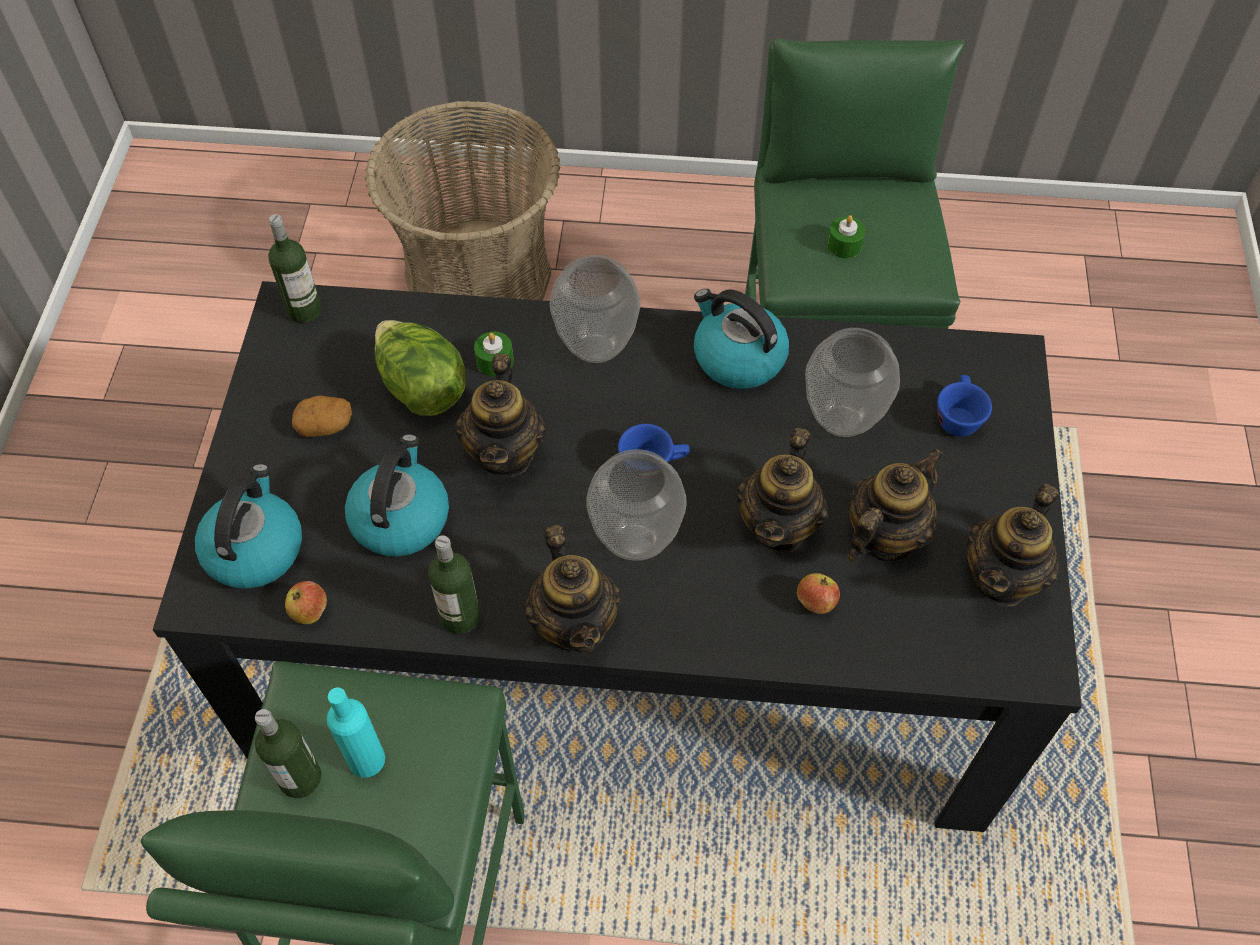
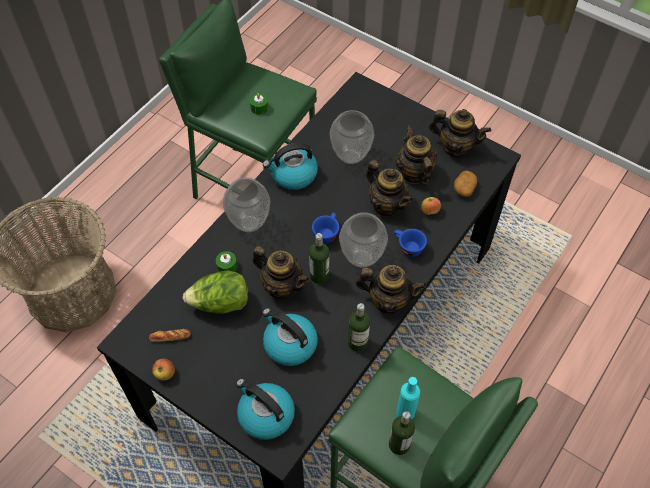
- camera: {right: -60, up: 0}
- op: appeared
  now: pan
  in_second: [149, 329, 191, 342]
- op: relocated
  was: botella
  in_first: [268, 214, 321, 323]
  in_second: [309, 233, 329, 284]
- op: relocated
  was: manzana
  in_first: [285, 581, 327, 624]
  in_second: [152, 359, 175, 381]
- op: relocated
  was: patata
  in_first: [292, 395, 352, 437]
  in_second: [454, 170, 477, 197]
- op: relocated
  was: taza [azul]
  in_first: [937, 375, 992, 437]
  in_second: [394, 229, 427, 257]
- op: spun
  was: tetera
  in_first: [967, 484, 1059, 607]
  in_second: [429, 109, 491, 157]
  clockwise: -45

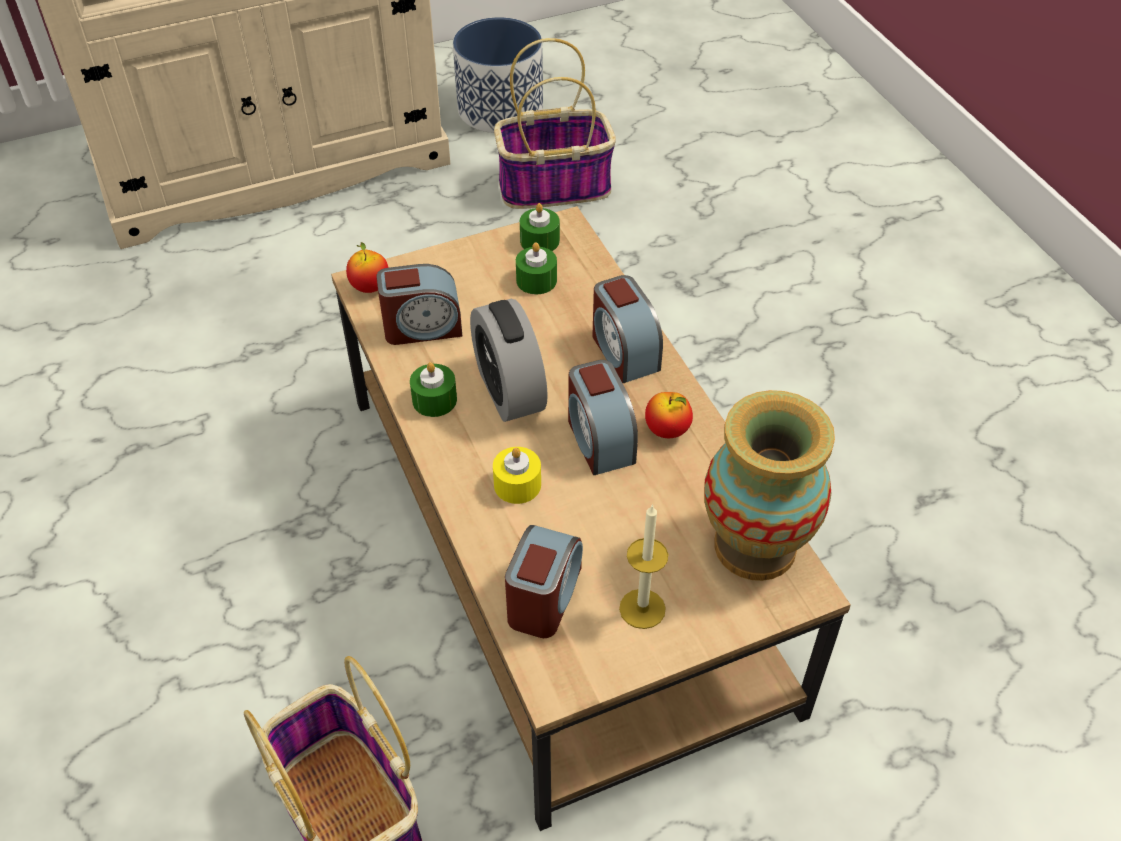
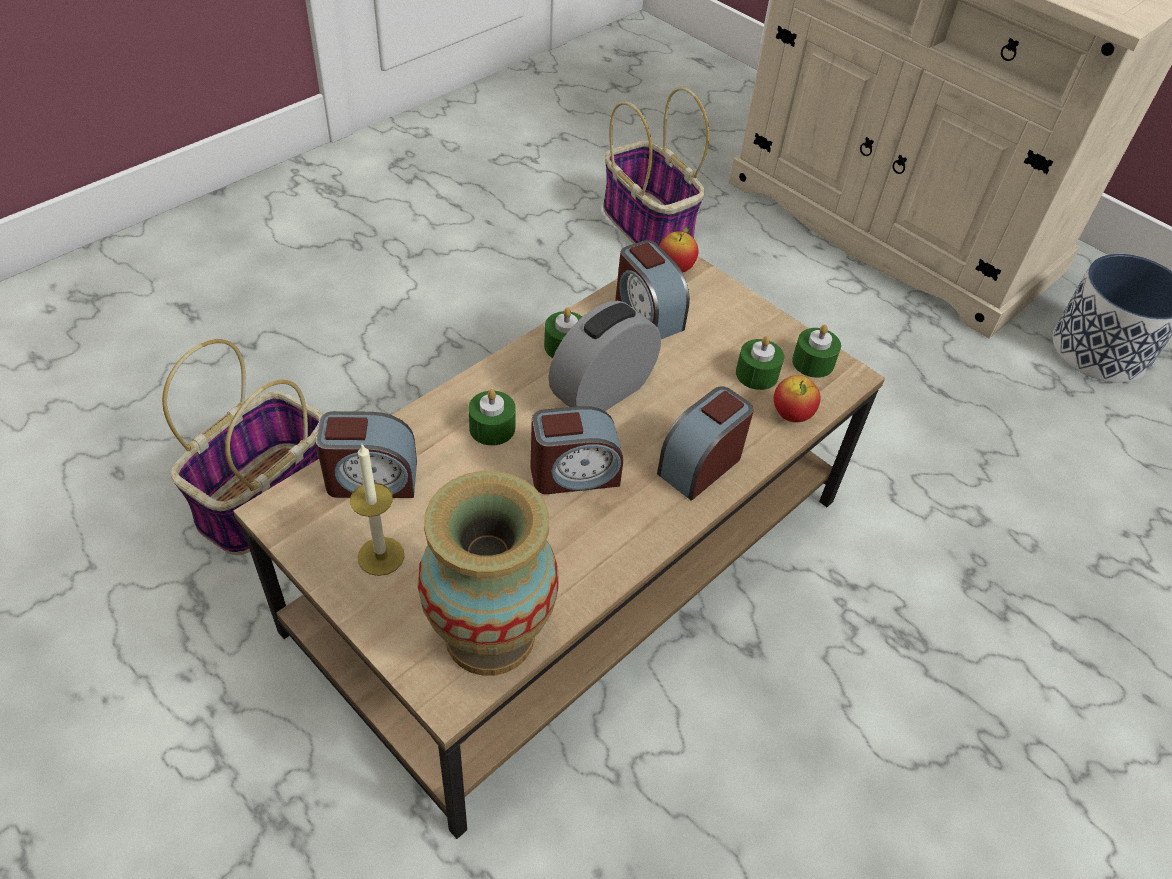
- camera: {right: 65, up: 0}
- op: relocated
  was: cesta
  in_first: [494, 38, 616, 209]
  in_second: [603, 87, 709, 245]
- op: relocated
  was: manzana
  in_first: [645, 392, 693, 438]
  in_second: [774, 375, 820, 422]
- op: colour
  was: vela [amarillo]
  now: vela [verde]
  in_first: [493, 447, 541, 504]
  in_second: [468, 389, 516, 446]
- op: spun
  was: despertador
  in_first: [568, 360, 638, 475]
  in_second: [530, 406, 623, 494]
  clockwise: -150

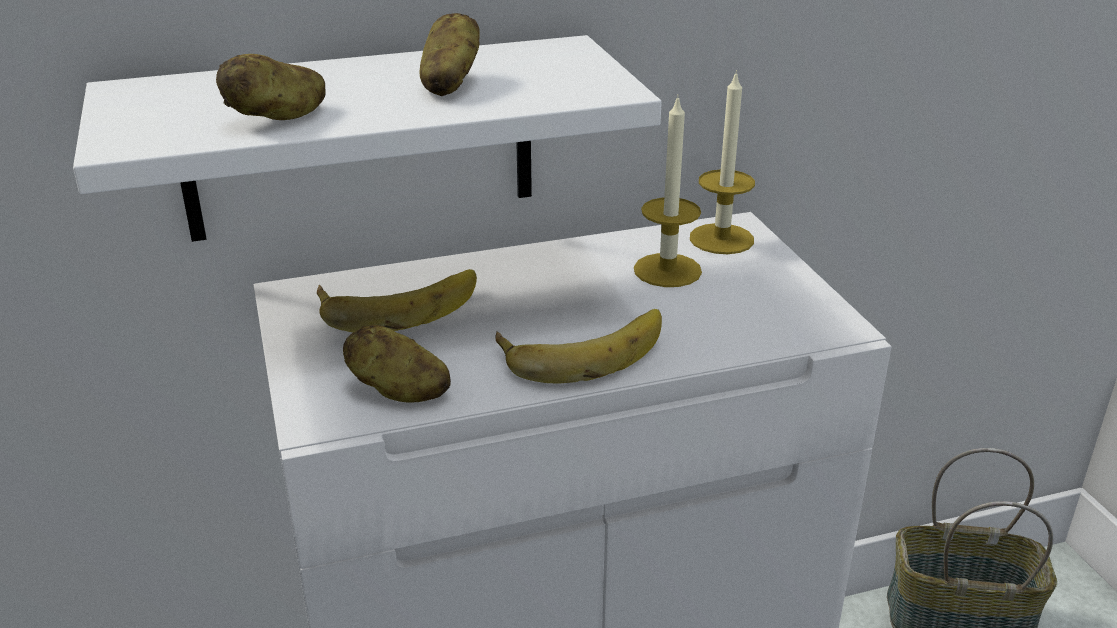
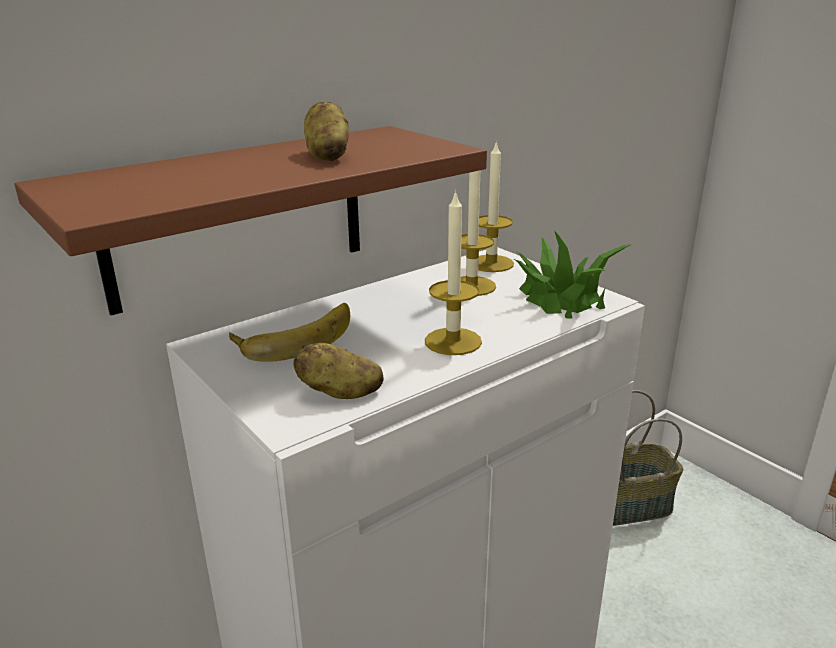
- camera: {right: -20, up: -5}
- op: missing
  was: patata
  in_first: [216, 54, 326, 120]
- op: appeared
  now: planta en maceta
  in_second: [514, 230, 632, 318]
- op: exchanged
  was: plátano
  now: vela
  in_first: [496, 309, 662, 384]
  in_second: [425, 190, 482, 355]
- op: colour
  was: estante [blanco]
  now: estante [marrón]
  in_first: [73, 35, 662, 242]
  in_second: [15, 126, 487, 315]

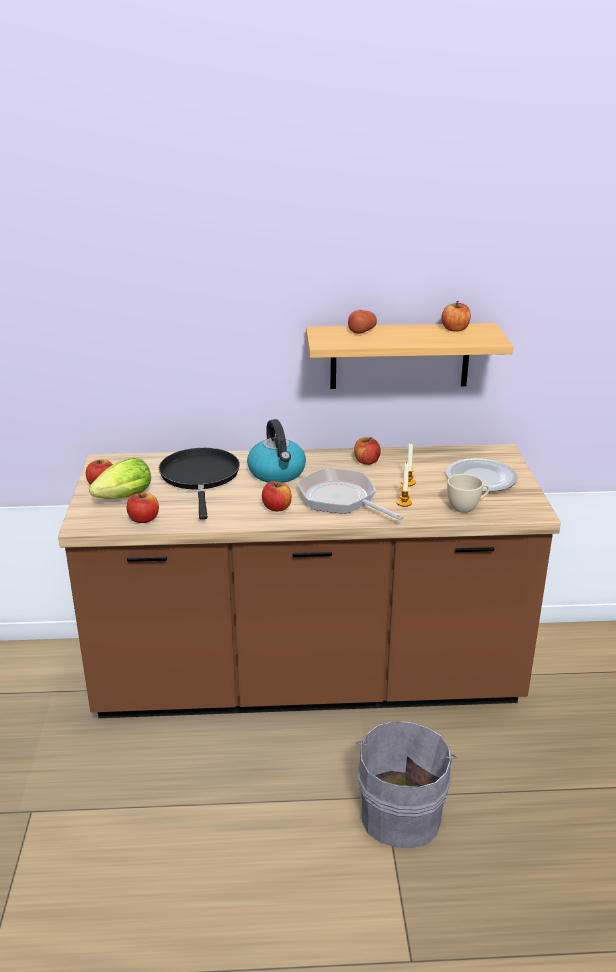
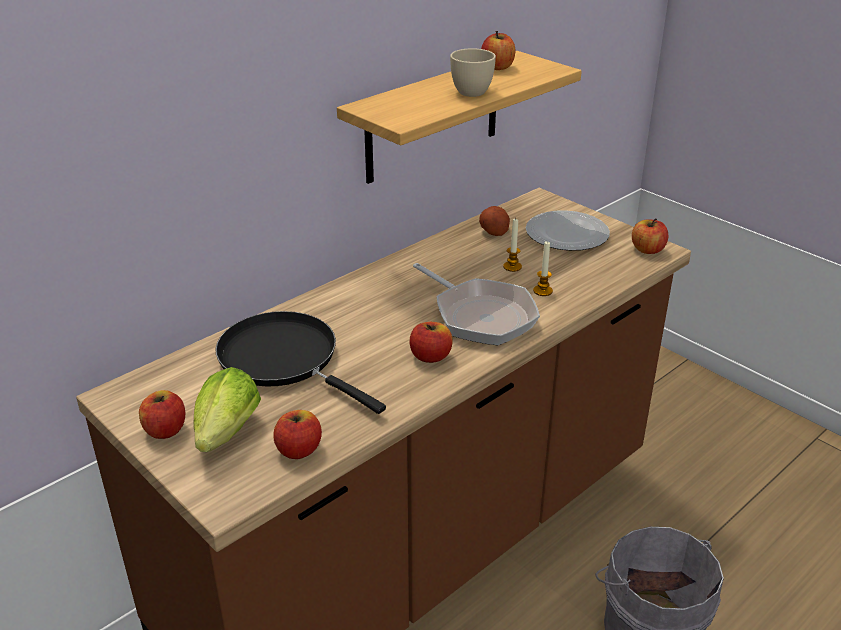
- camera: {right: -40, up: 5}
- op: missing
  was: hervidor
  in_first: [247, 419, 306, 483]
- op: relocated
  was: patata
  in_first: [348, 310, 377, 334]
  in_second: [479, 206, 510, 236]
- op: relocated
  was: manzana
  in_first: [354, 437, 381, 465]
  in_second: [632, 218, 669, 254]
- op: relocated
  was: taza [beis]
  in_first: [447, 474, 490, 513]
  in_second: [450, 48, 496, 97]
- op: spun
  was: sartén
  in_first: [297, 468, 404, 521]
  in_second: [413, 263, 540, 345]
  clockwise: -135

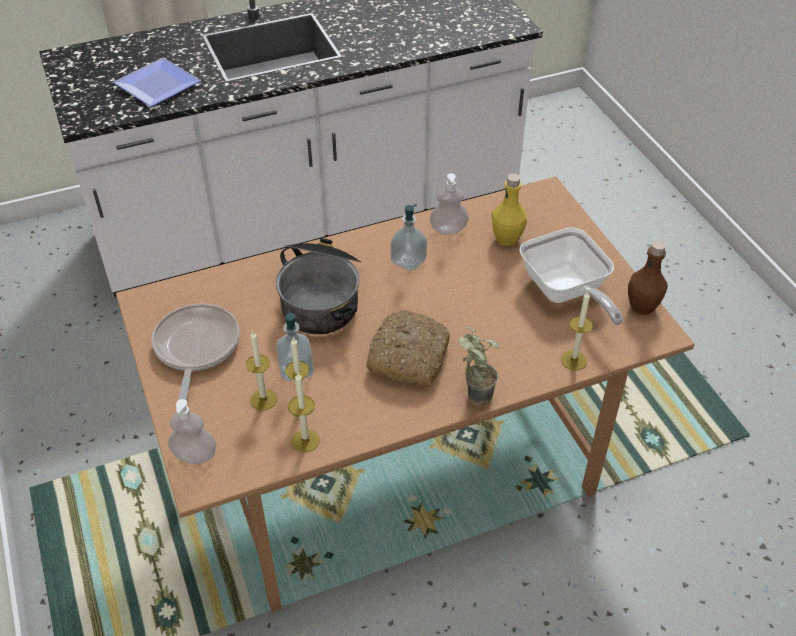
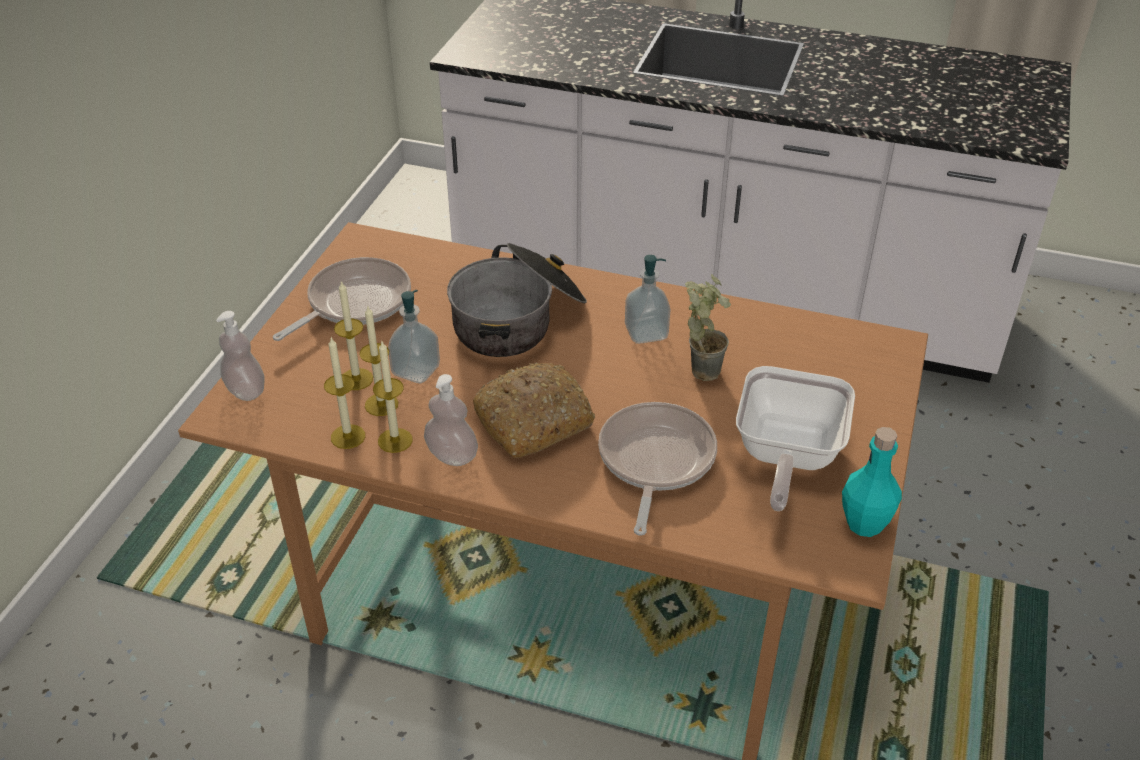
- camera: {right: 40, up: -5}
- op: missing
  was: plato
  in_first: [113, 58, 201, 107]
- op: missing
  was: botella [amarillo]
  in_first: [492, 173, 527, 246]
- op: appeared
  now: sartén
  in_second: [598, 402, 717, 536]
- op: relocated
  was: dispensador de jabón
  in_first: [430, 173, 469, 235]
  in_second: [424, 374, 478, 466]
- op: relocated
  was: planta en maceta
  in_first: [459, 326, 499, 406]
  in_second: [685, 274, 731, 381]
- op: relocated
  was: vela
  in_first: [561, 292, 593, 370]
  in_second: [373, 342, 413, 453]
- op: colour
  was: botella [marrón]
  now: botella [turquesa]
  in_first: [628, 240, 668, 315]
  in_second: [842, 427, 902, 537]

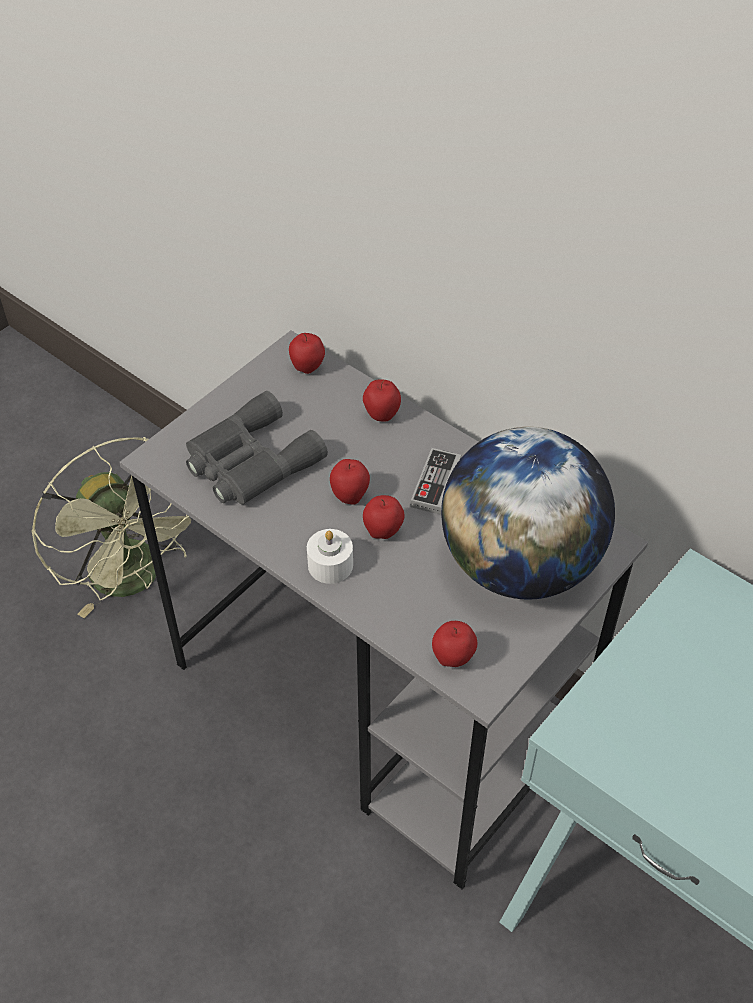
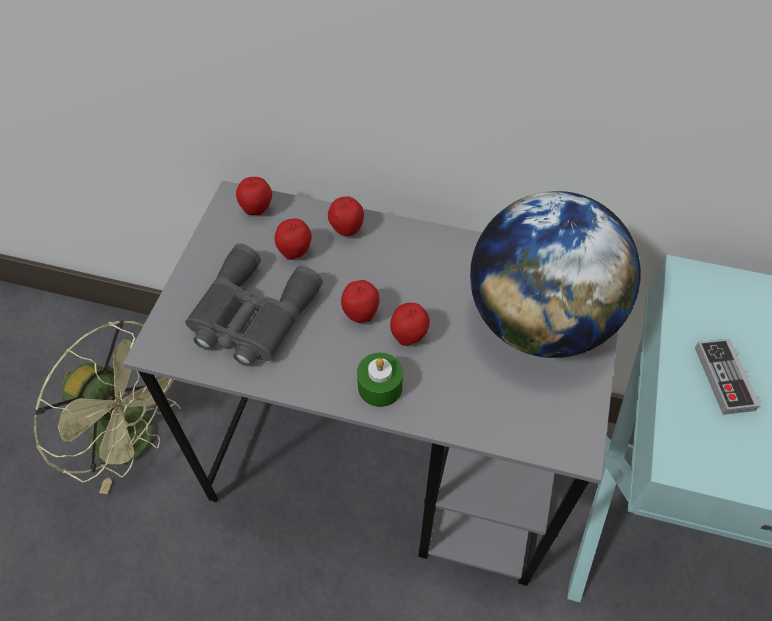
- camera: {right: -25, up: 5}
- op: relocated
  was: mando de consola
  in_first: [411, 448, 461, 515]
  in_second: [695, 339, 760, 415]
- op: relocated
  was: manzana
  in_first: [432, 621, 477, 667]
  in_second: [274, 219, 312, 260]
- op: colour
  was: vela [blanco]
  now: vela [verde]
  in_first: [307, 529, 353, 584]
  in_second: [357, 353, 403, 407]

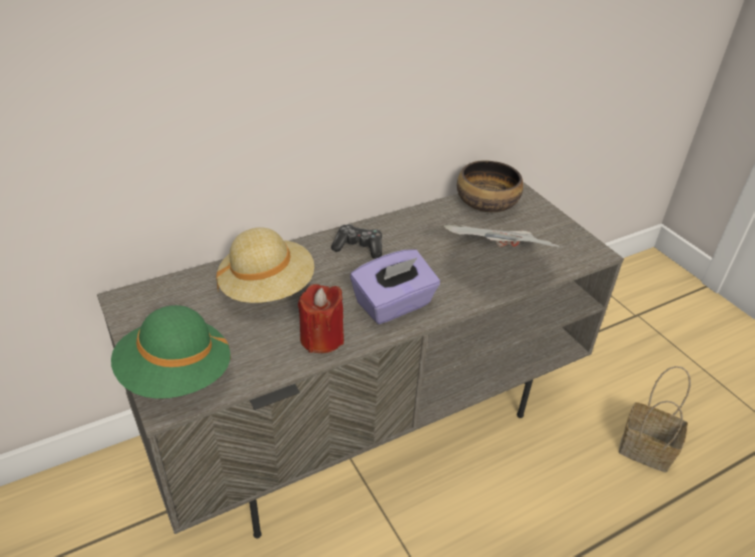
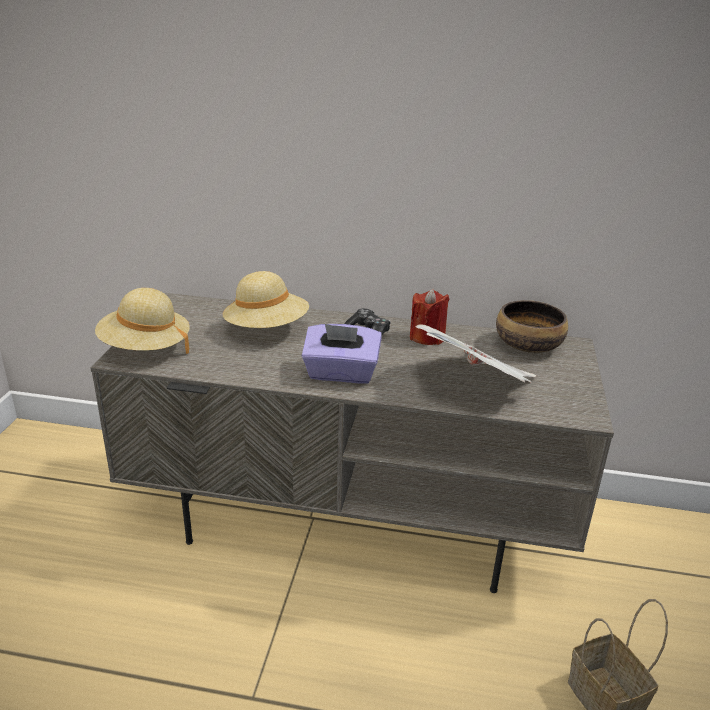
- camera: {right: 40, up: -10}
- op: relocated
  was: vela [rojo]
  in_first: [298, 284, 344, 353]
  in_second: [410, 288, 450, 345]
- op: colour
  was: sombrero [verde]
  now: sombrero [beis]
  in_first: [111, 305, 231, 399]
  in_second: [95, 288, 190, 354]

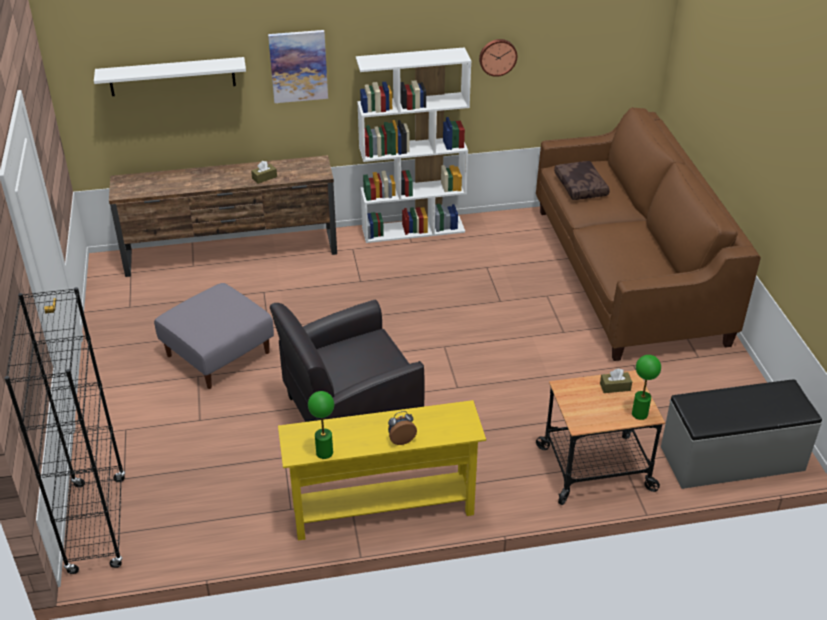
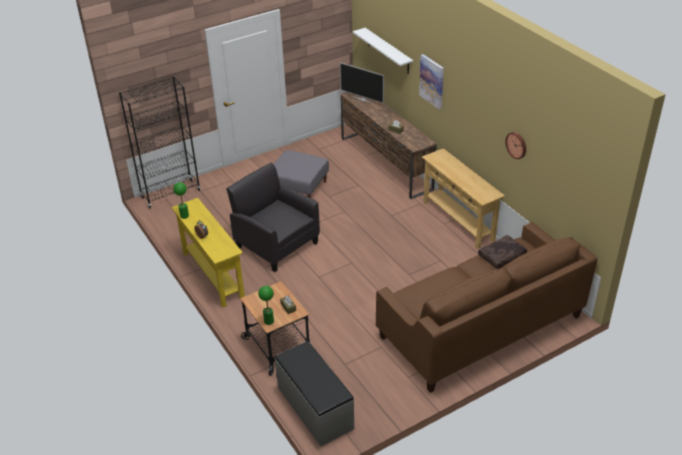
- camera: {right: 70, up: 0}
- op: appeared
  now: televisor
  in_second: [340, 62, 384, 103]
- op: exchanged
  was: estantería [blanco]
  now: mesa consola [beis]
  in_first: [356, 47, 471, 243]
  in_second: [422, 148, 505, 249]

